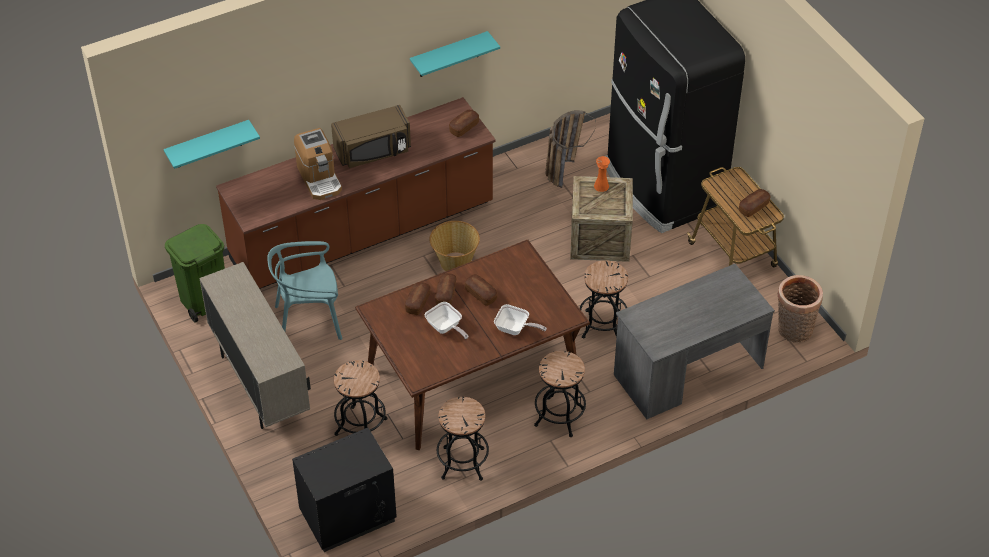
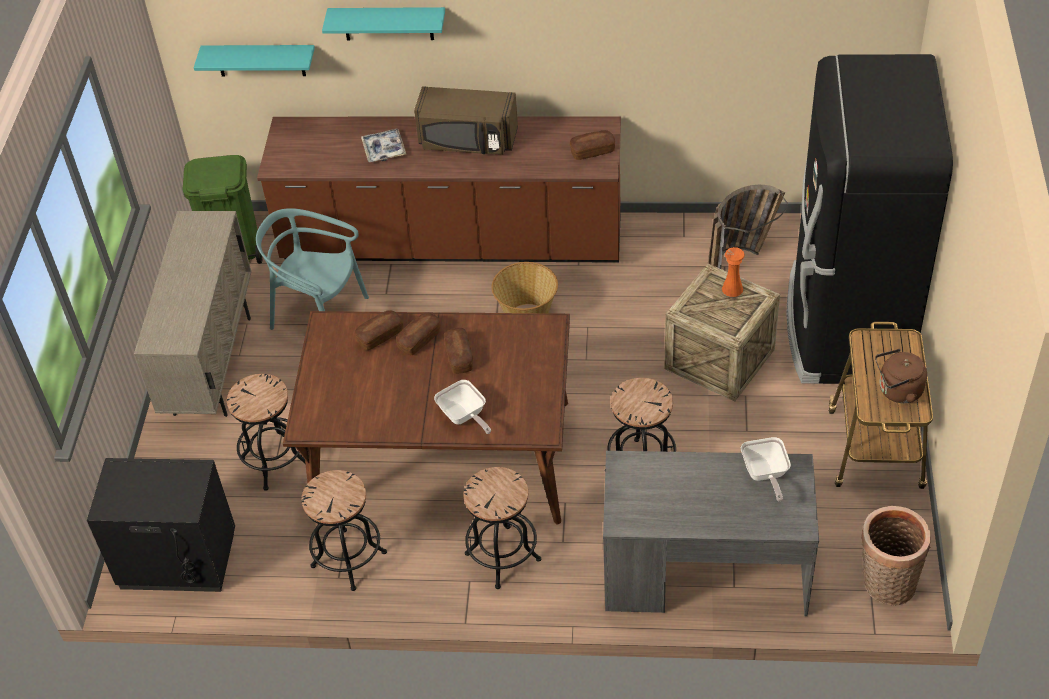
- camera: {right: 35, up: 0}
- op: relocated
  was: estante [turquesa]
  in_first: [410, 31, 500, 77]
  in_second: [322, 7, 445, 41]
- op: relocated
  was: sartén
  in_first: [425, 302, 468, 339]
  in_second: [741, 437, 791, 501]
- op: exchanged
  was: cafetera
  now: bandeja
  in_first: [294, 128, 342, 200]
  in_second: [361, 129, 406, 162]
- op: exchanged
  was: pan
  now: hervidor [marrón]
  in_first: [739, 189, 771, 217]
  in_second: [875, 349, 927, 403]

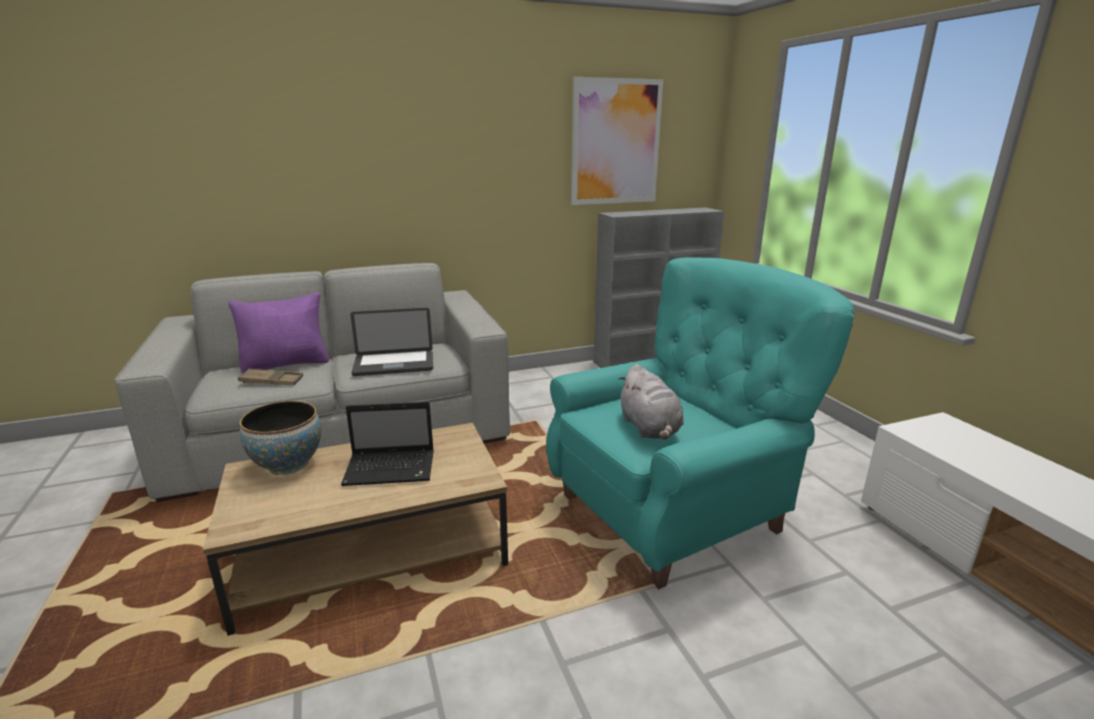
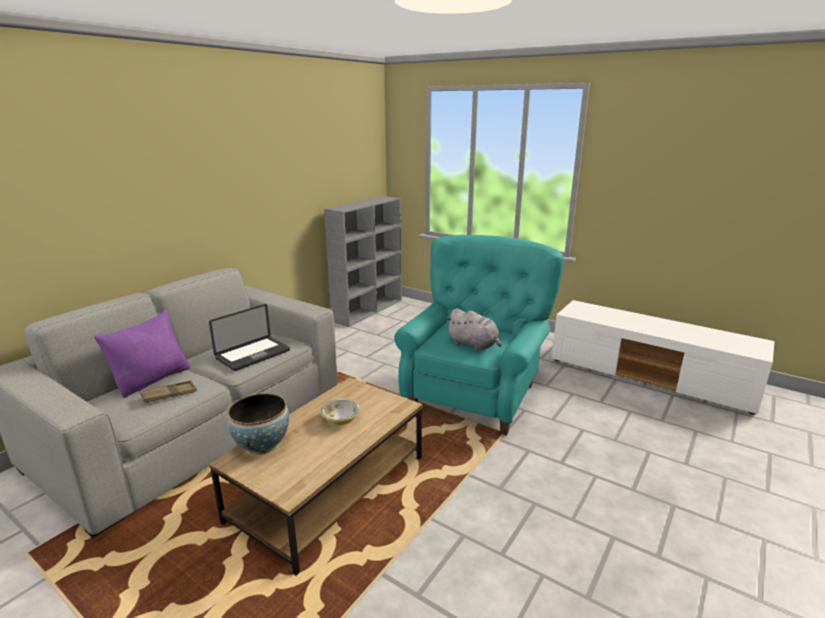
- camera: {right: -35, up: 0}
- op: missing
  was: cuadro
  in_first: [571, 77, 663, 205]
- op: exchanged
  was: portátil
  now: cuenco
  in_first: [341, 402, 434, 486]
  in_second: [320, 398, 360, 425]

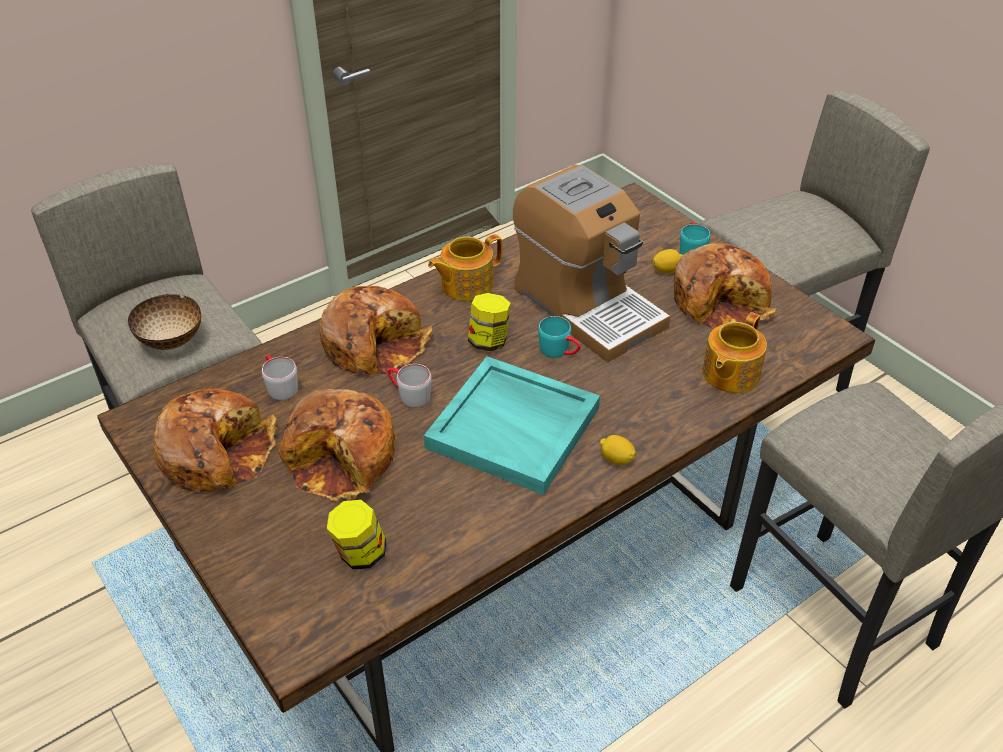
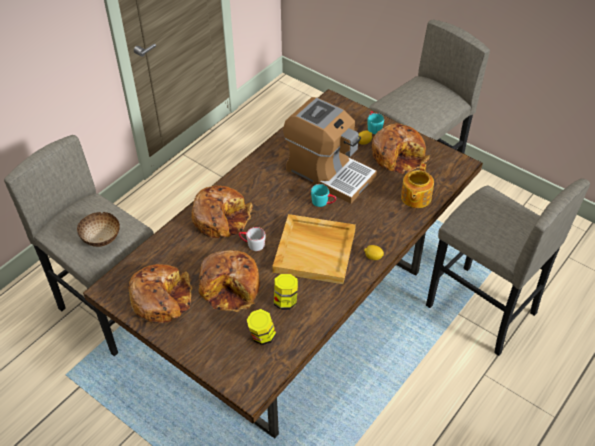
- camera: {right: -15, up: 5}
- op: missing
  was: taza grande [gris]
  in_first: [262, 355, 298, 400]
- op: missing
  was: tetera
  in_first: [428, 234, 503, 301]
- op: relocated
  was: tarro
  in_first: [468, 293, 511, 351]
  in_second: [274, 274, 298, 310]
- op: colour
  was: bandeja [turquesa]
  now: bandeja [beis]
  in_first: [424, 356, 600, 495]
  in_second: [272, 214, 356, 284]

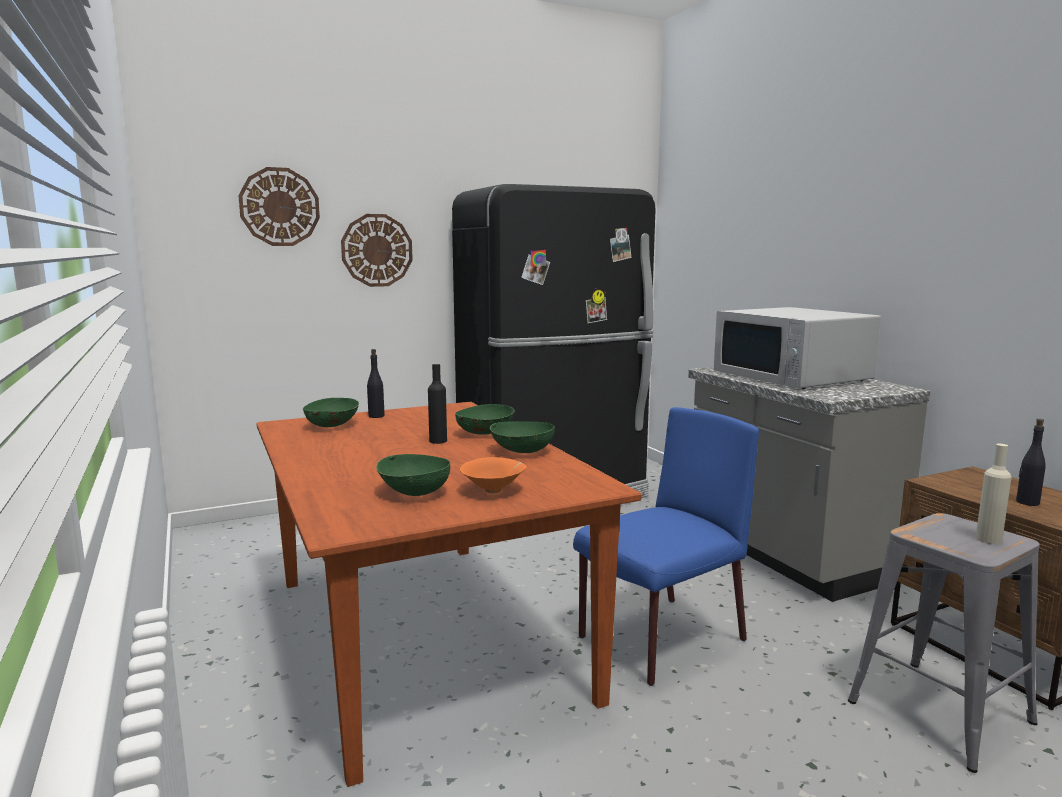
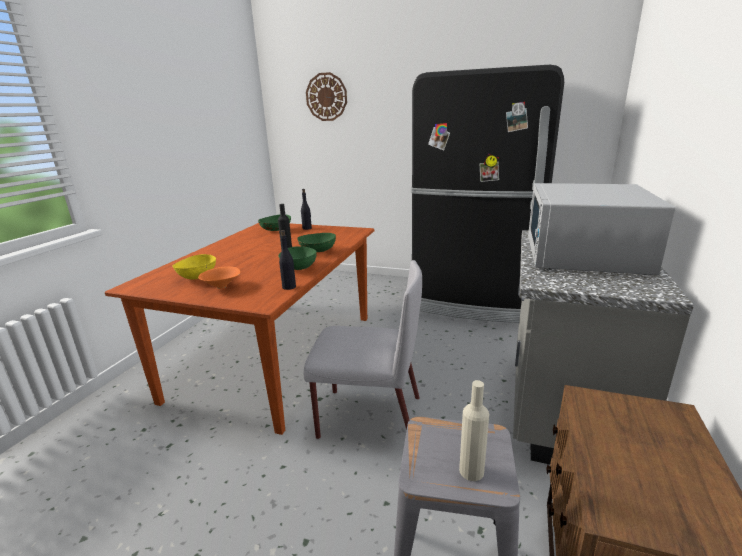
- camera: {right: 45, up: 10}
- op: missing
  was: reloj de pared
  in_first: [341, 214, 413, 287]
- op: relocated
  was: botella [negro]
  in_first: [1016, 419, 1046, 506]
  in_second: [279, 230, 296, 290]
- op: colour
  was: cuenco [verde]
  now: cuenco [amarillo]
  in_first: [376, 454, 450, 496]
  in_second: [172, 254, 216, 280]
- op: colour
  was: silla [azul]
  now: silla [gris]
  in_first: [573, 407, 759, 686]
  in_second: [304, 260, 422, 439]

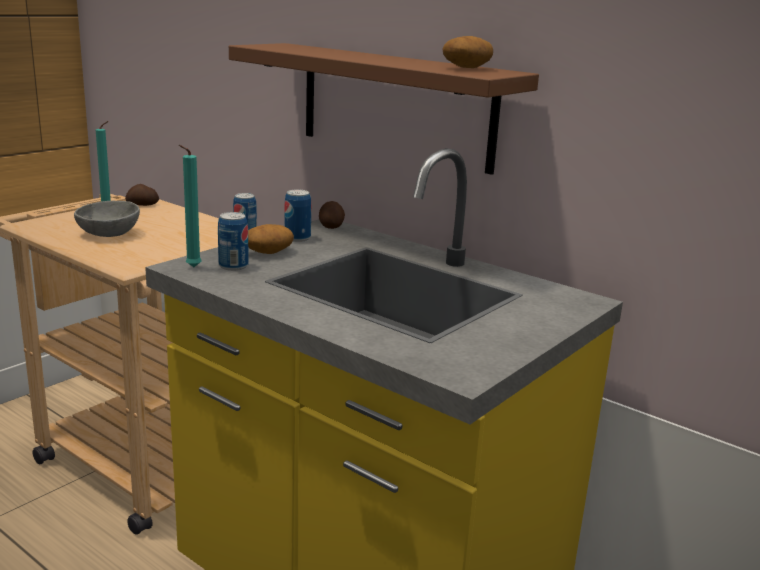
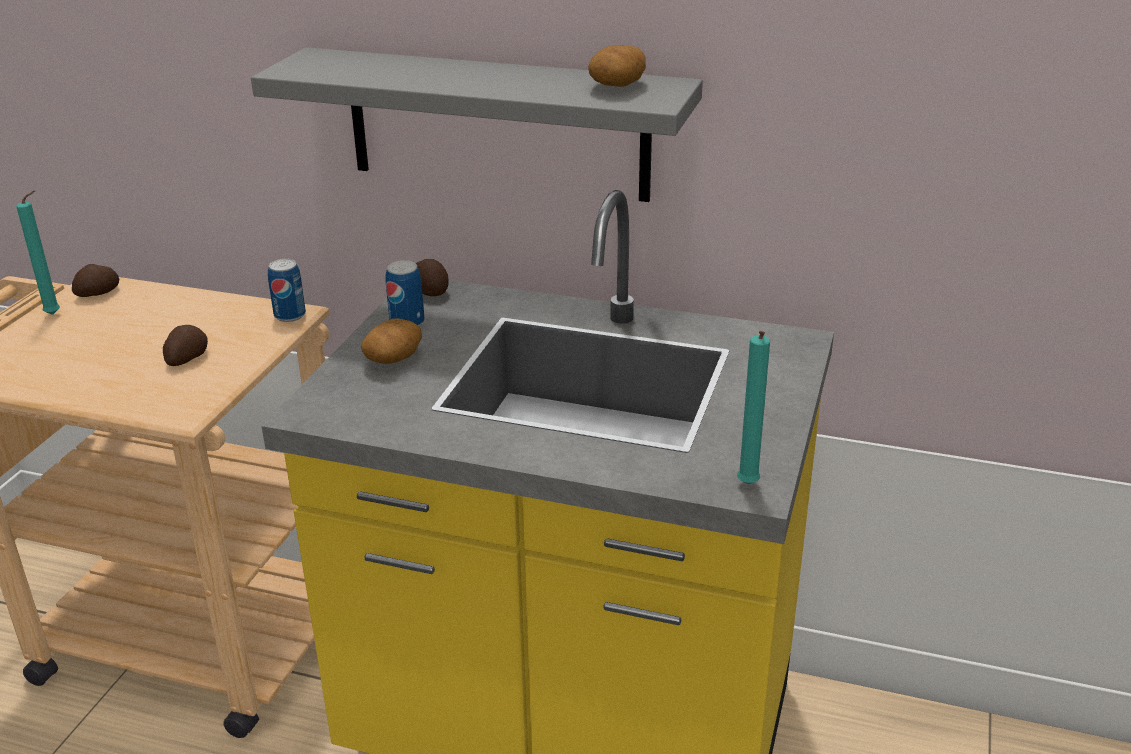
- camera: {right: -20, up: 10}
- op: missing
  was: cuenco [gris]
  in_first: [74, 201, 140, 237]
- op: missing
  was: lata
  in_first: [218, 212, 249, 271]
- op: appeared
  now: patata
  in_second: [163, 325, 208, 366]
- op: relocated
  was: vela [turquesa]
  in_first: [179, 145, 202, 267]
  in_second: [737, 331, 770, 484]
- op: colour
  was: estante [marrón]
  now: estante [gris]
  in_first: [229, 43, 539, 175]
  in_second: [251, 47, 703, 202]

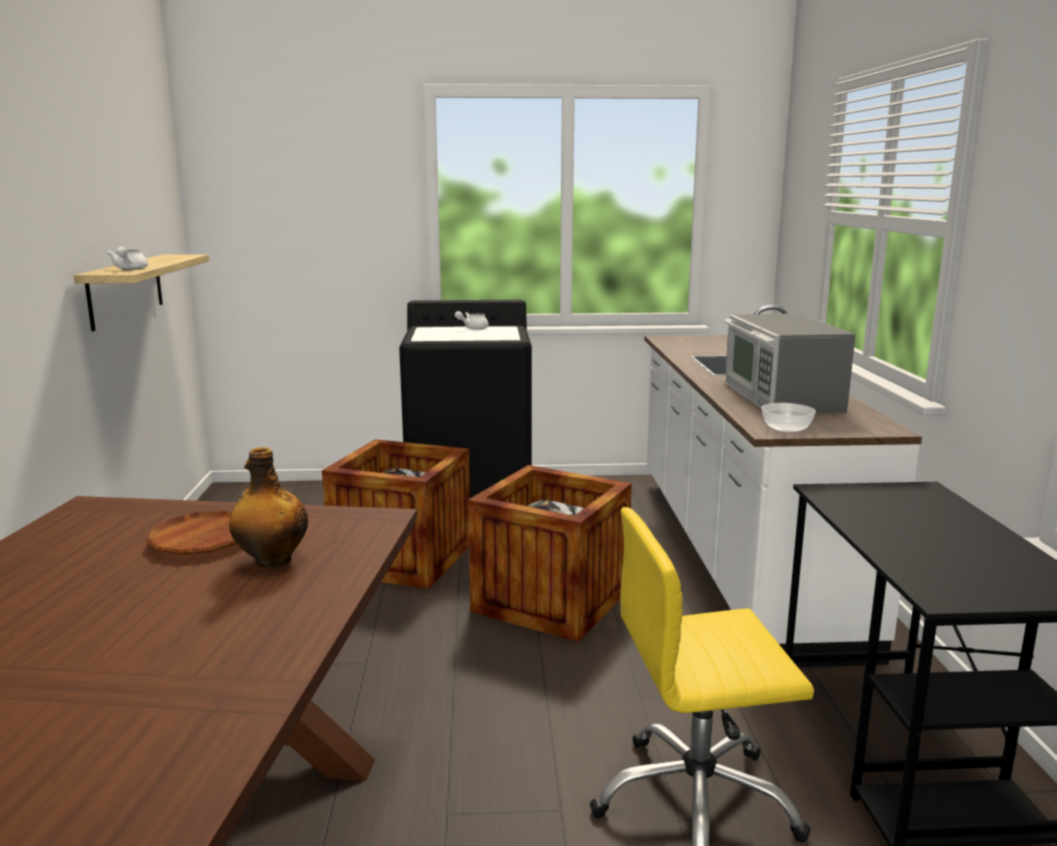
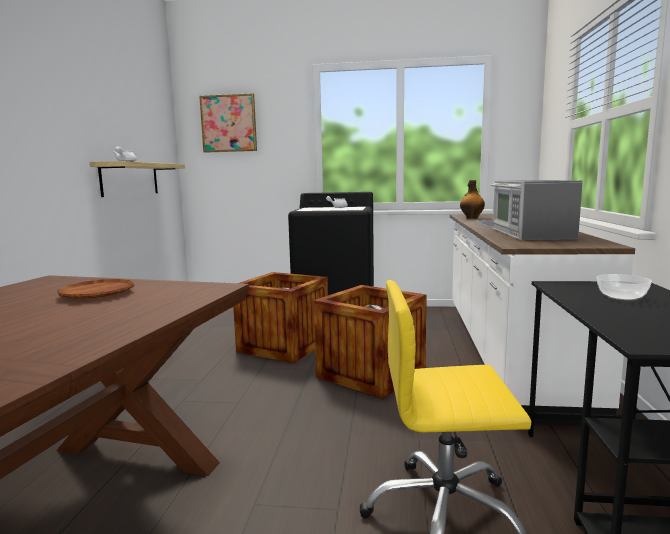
- camera: {right: 10, up: -5}
- op: appeared
  now: cuadro
  in_second: [199, 93, 257, 153]
- op: relocated
  was: botella
  in_first: [229, 447, 308, 568]
  in_second: [460, 180, 485, 219]
- op: relocated
  was: cuenco
  in_first: [761, 403, 816, 433]
  in_second: [596, 274, 652, 300]

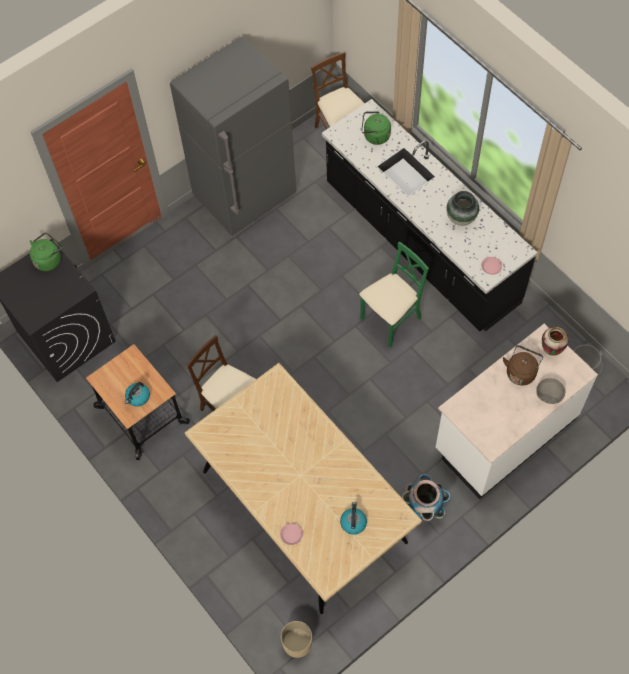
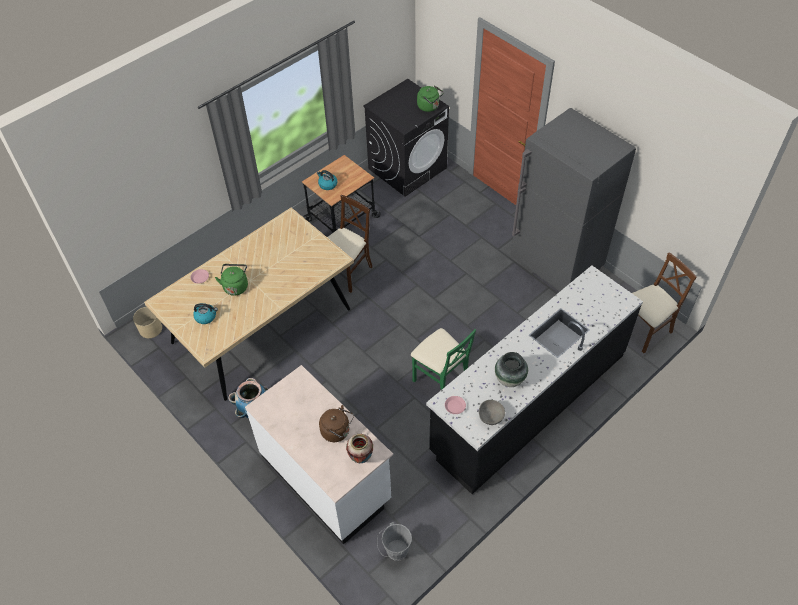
- camera: {right: 85, up: -10}
- op: relocated
  was: hervidor [verde]
  in_first: [361, 111, 391, 145]
  in_second: [215, 264, 248, 296]
- op: relocated
  was: cuenco [gris]
  in_first: [536, 378, 565, 404]
  in_second: [479, 400, 505, 425]

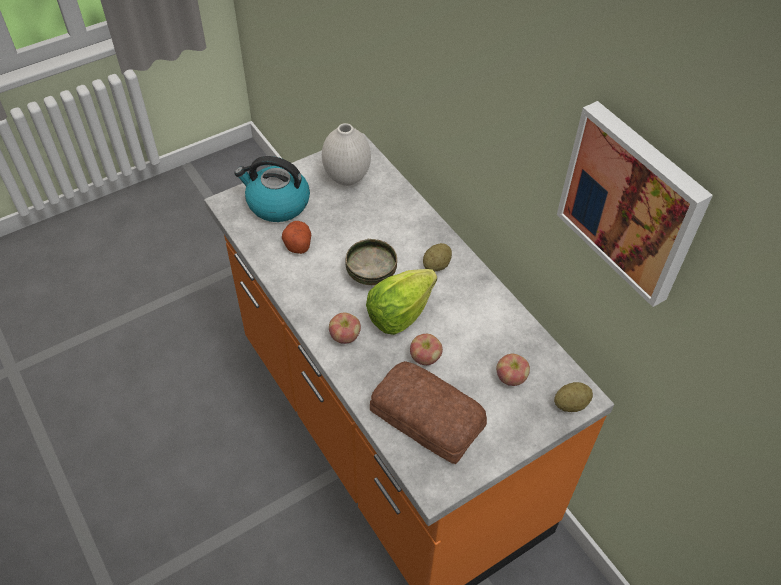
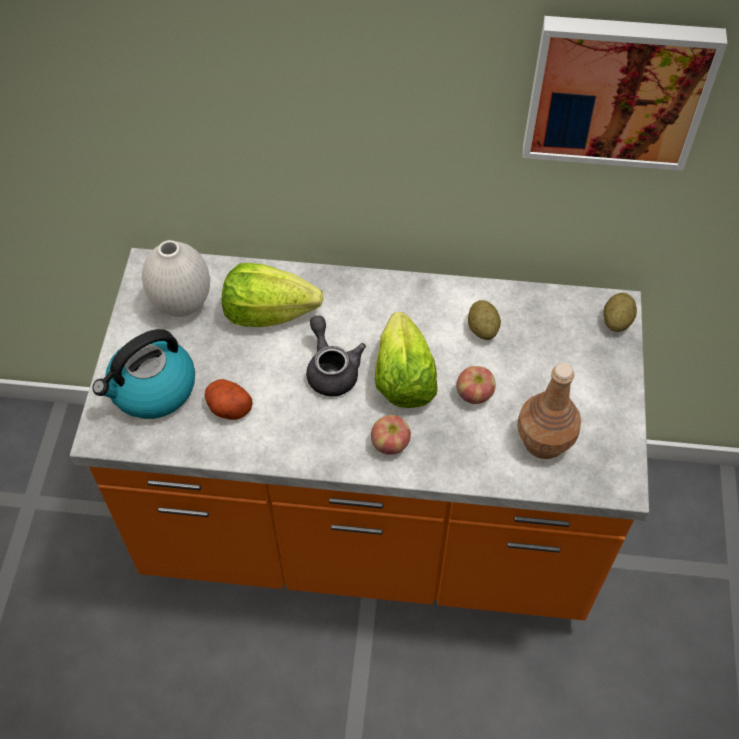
- camera: {right: -50, up: 5}
- op: missing
  was: manzana
  in_first: [496, 354, 530, 386]
- op: appeared
  now: lechuga
  in_second: [222, 263, 323, 327]
- op: relocated
  was: patata
  in_first: [423, 243, 452, 272]
  in_second: [468, 300, 501, 340]
- op: exchanged
  was: cuenco
  now: tetera [gris]
  in_first: [346, 239, 397, 285]
  in_second: [306, 316, 366, 396]
- op: exchanged
  was: pan
  now: botella [marrón]
  in_first: [370, 361, 487, 464]
  in_second: [517, 363, 581, 459]

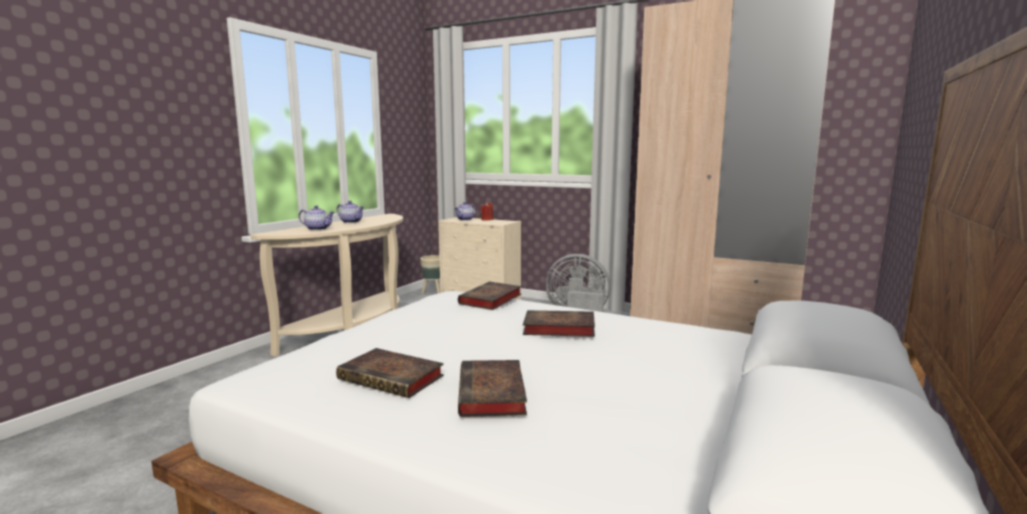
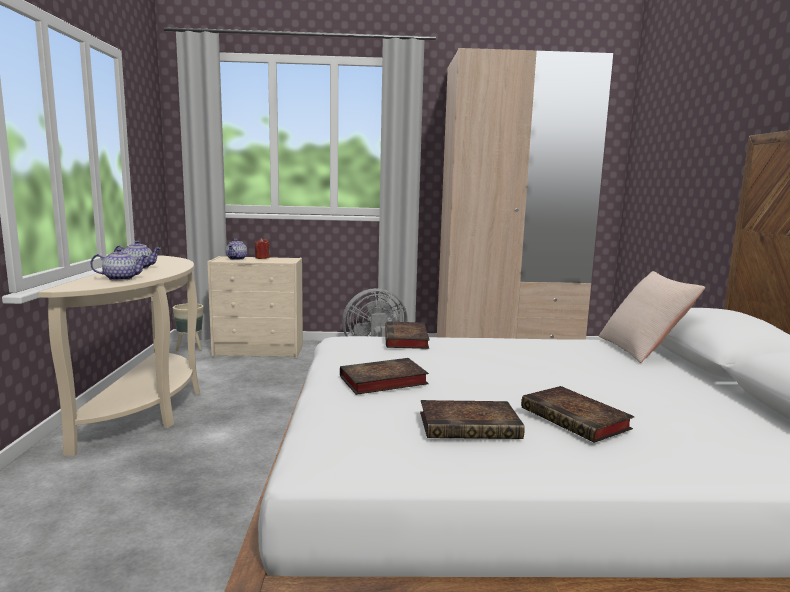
- camera: {right: -30, up: 0}
- op: appeared
  now: cojín [beis]
  in_second: [599, 271, 705, 363]
- op: relocated
  was: libro
  in_first: [523, 310, 595, 337]
  in_second: [340, 358, 429, 395]

